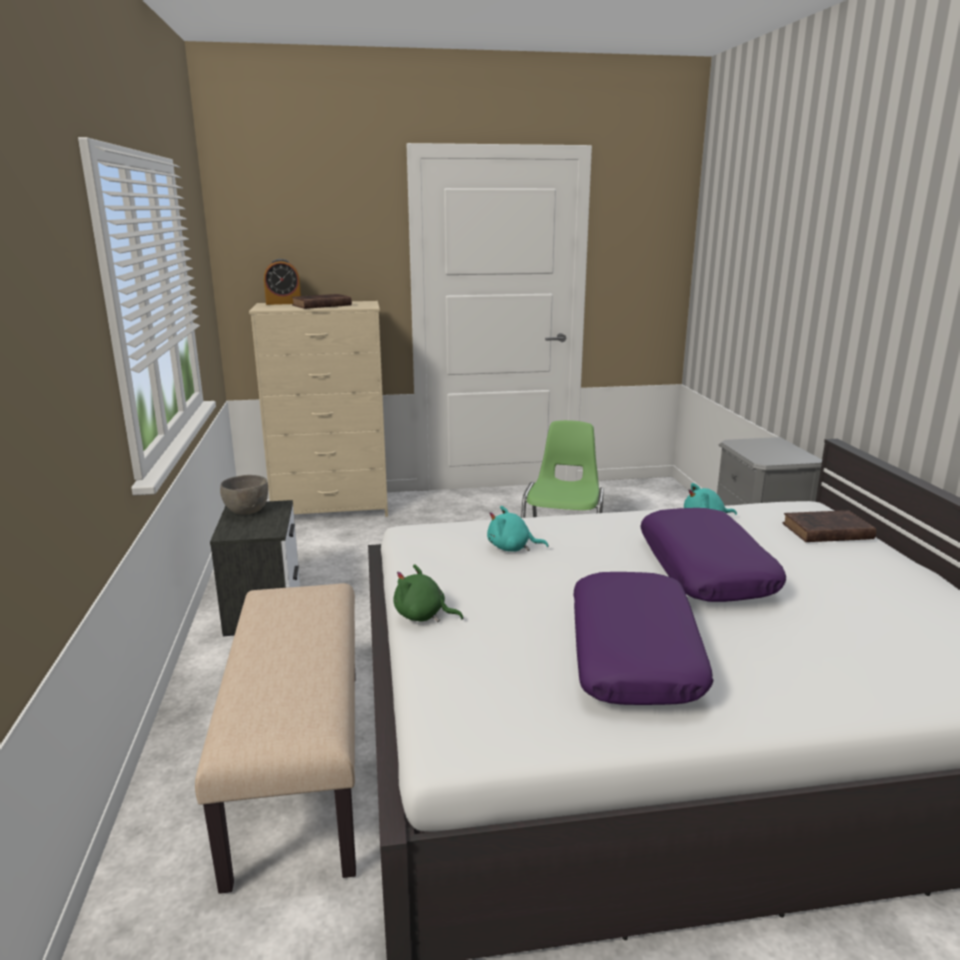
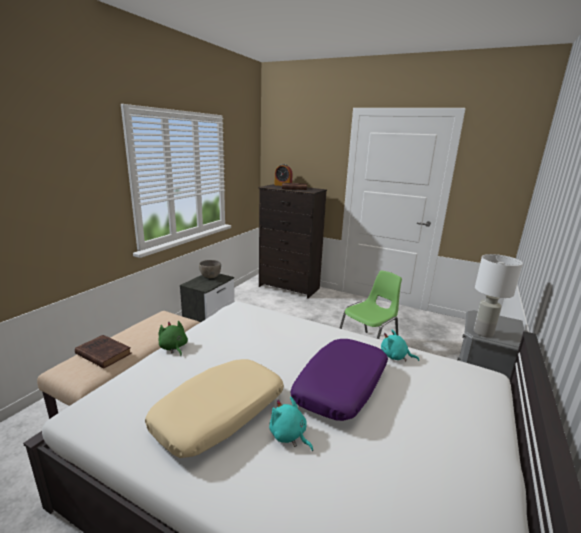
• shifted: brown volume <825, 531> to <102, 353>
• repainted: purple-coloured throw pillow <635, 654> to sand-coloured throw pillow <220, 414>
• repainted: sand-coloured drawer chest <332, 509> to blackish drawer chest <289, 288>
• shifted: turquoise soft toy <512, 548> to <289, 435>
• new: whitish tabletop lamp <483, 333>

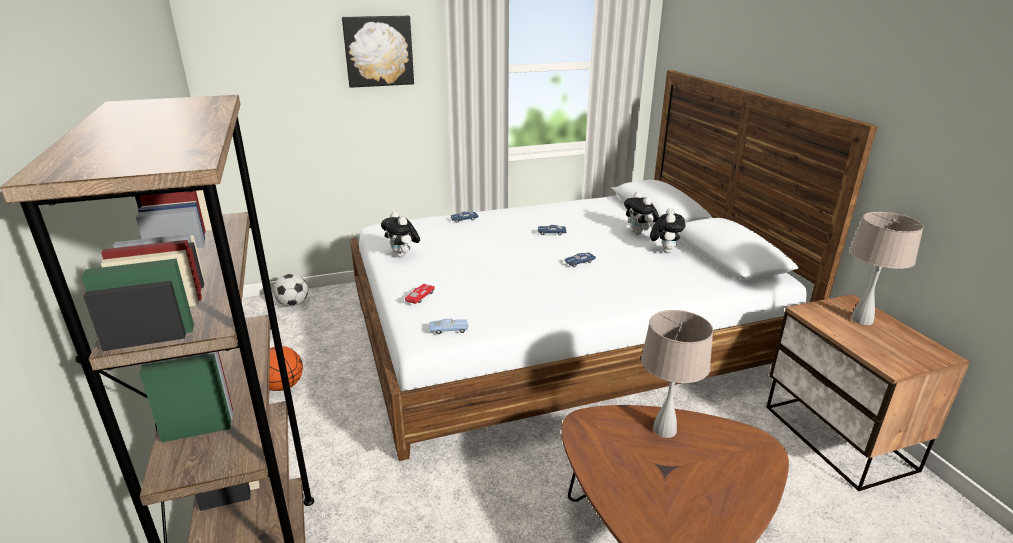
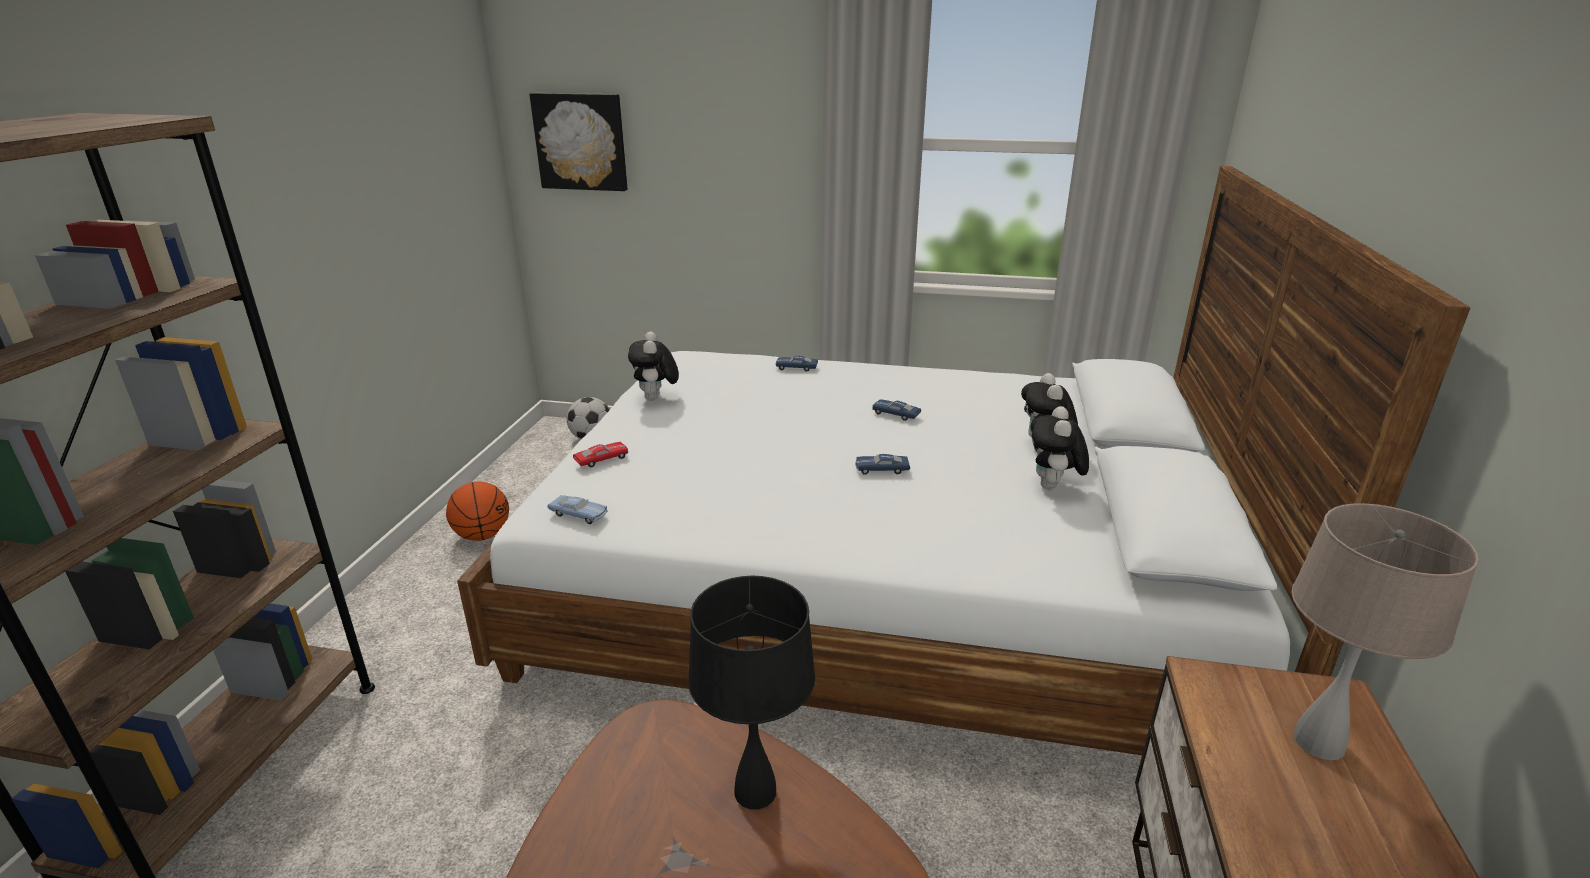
• shifted: wall picture <378, 51> to <581, 141>
• repainted: sand-coloured tabletop lamp <664, 430> to blackish tabletop lamp <754, 791>
• rotated: soft toy <664, 251> = <1053, 487> 150 degrees clockwise

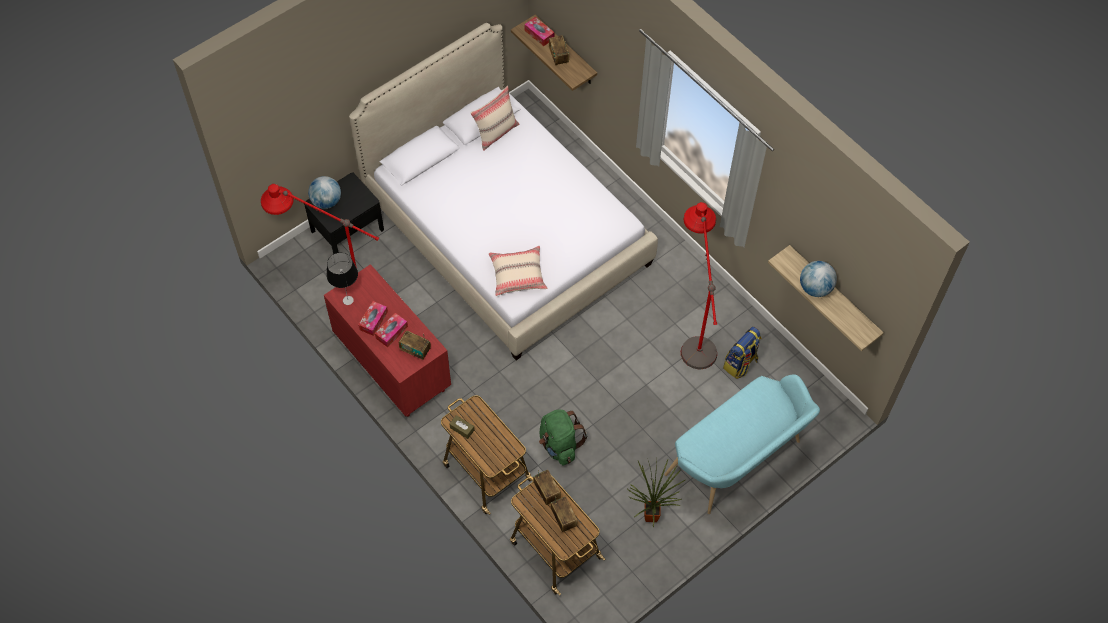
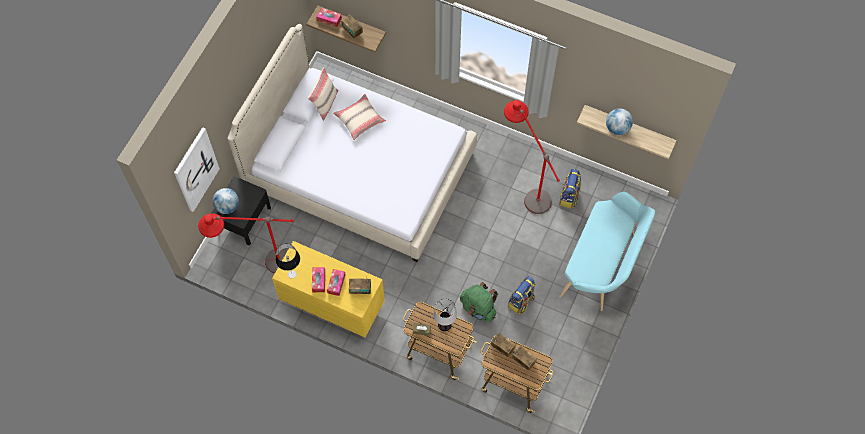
• new: wall picture <195, 169>
• repainted: red-coloured drawer chest <392, 365> to yellowish drawer chest <332, 304>
• shifted: sand-coloured throw pillow <518, 275> to <359, 119>
• new: tabletop lamp <444, 325>
• new: rucksack <521, 302>
• gone: plant in a pot <651, 514>

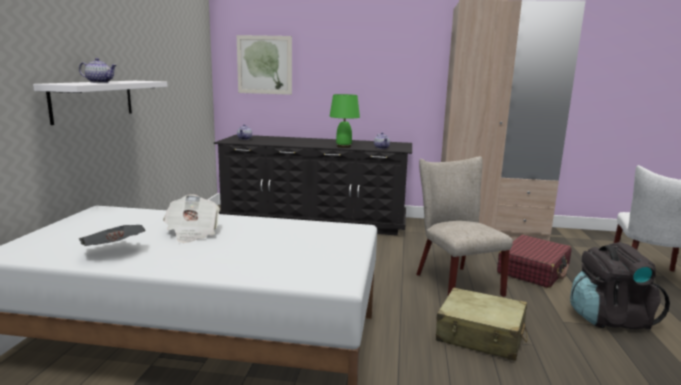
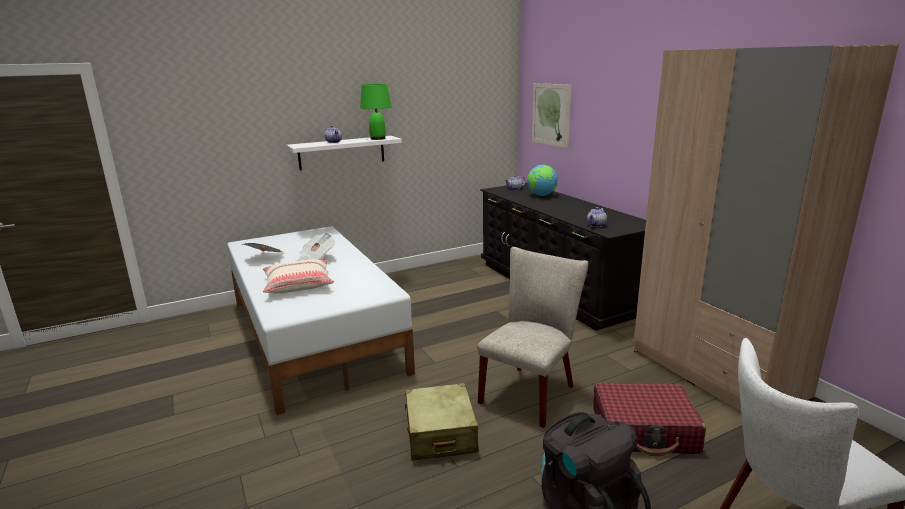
• new: sand-coloured throw pillow <298, 284>
• shifted: green-coloured tabletop lamp <344, 146> to <377, 138>
• new: globe <541, 195>

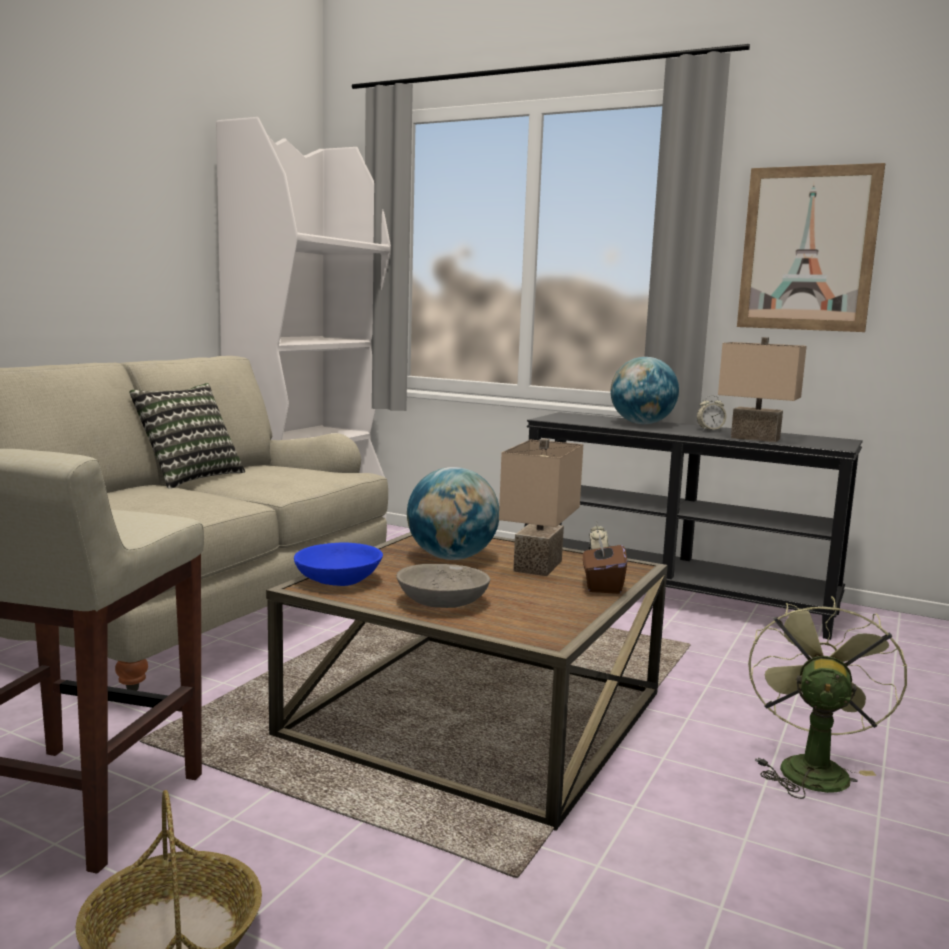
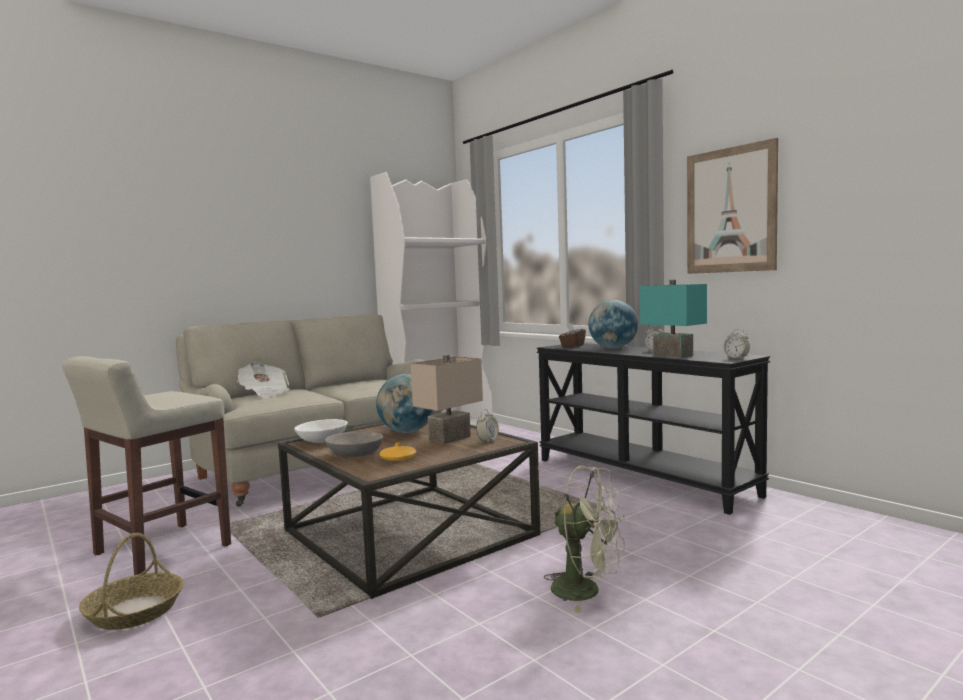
• new: daily paper <264, 393>
• repainted: bluish serving bowl <338, 579> to whitish serving bowl <322, 440>
• new: orange decorative vase <398, 458>
• rotated: green-coloured fan <810, 767> = <586, 591> 75 degrees clockwise
• shifted: brown tissue box <602, 585> to <572, 346>
• repainted: sand-coloured tabletop lamp <756, 438> to turquoise tabletop lamp <674, 355>
• new: alarm clock <736, 358>
• gone: throw pillow <189, 478>

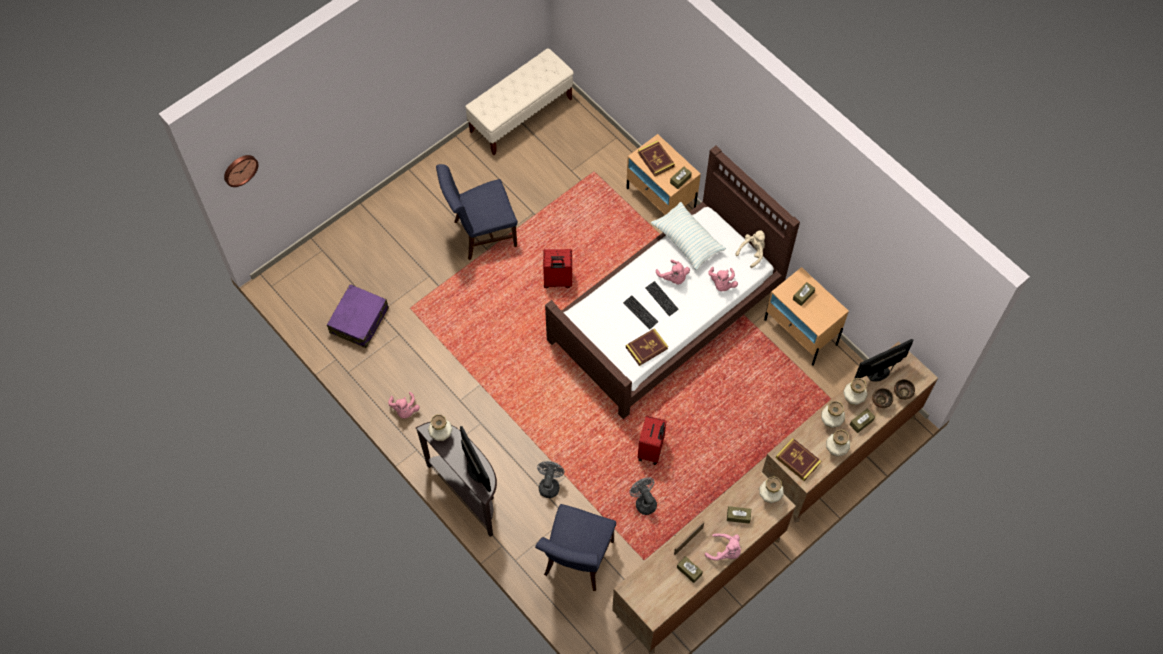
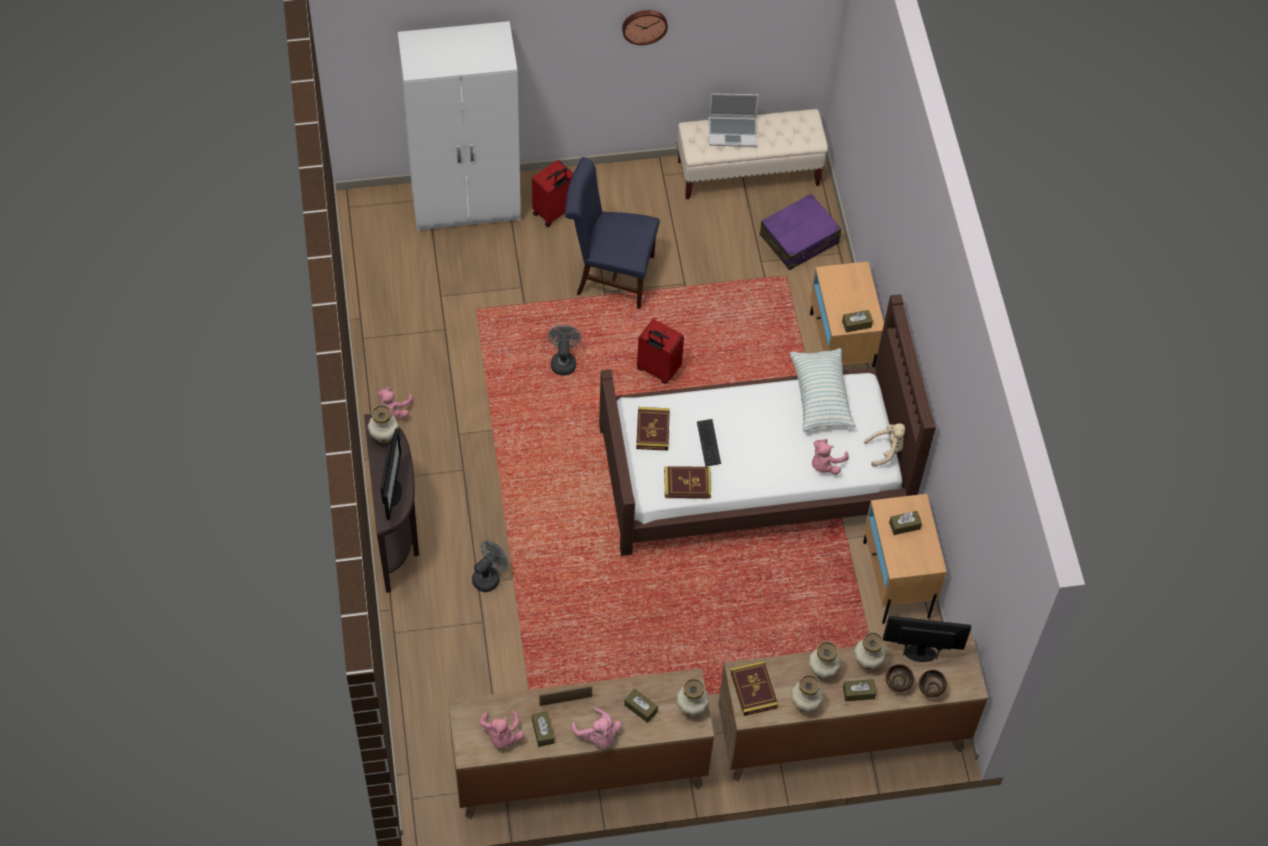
• new: whitish wardrobe <467, 205>
• shifted: pink-coloured soft toy <673, 278> to <502, 735>
• shifted: red-coloured piece of luggage <651, 450> to <554, 212>
• shifted: gray fan <644, 502> to <563, 361>
• shifted: hanging clock <240, 169> to <644, 25>
• shifted: volume <656, 160> to <652, 430>
• new: laptop <733, 132>
• shifted: purple-coloured piece of luggage <359, 320> to <799, 239>
• gone: bluish plain chair <577, 562>
• gone: PC keyboard <661, 299>

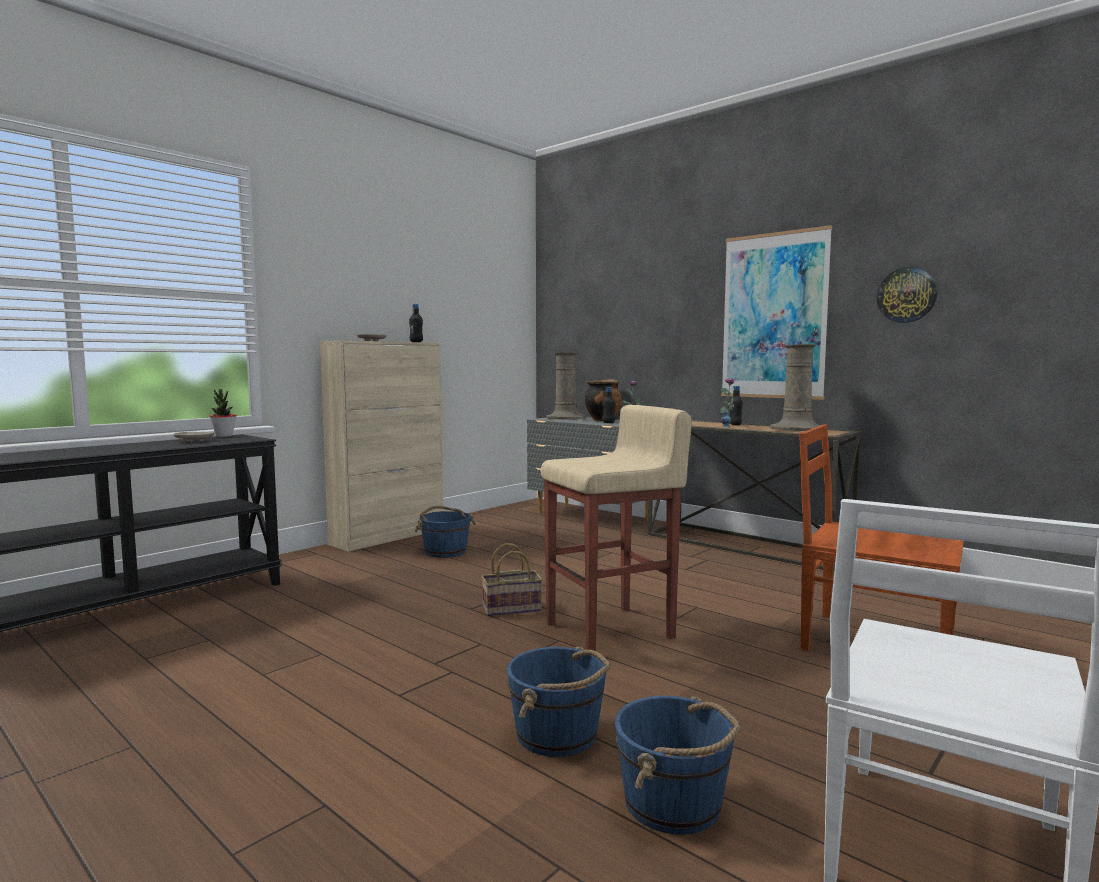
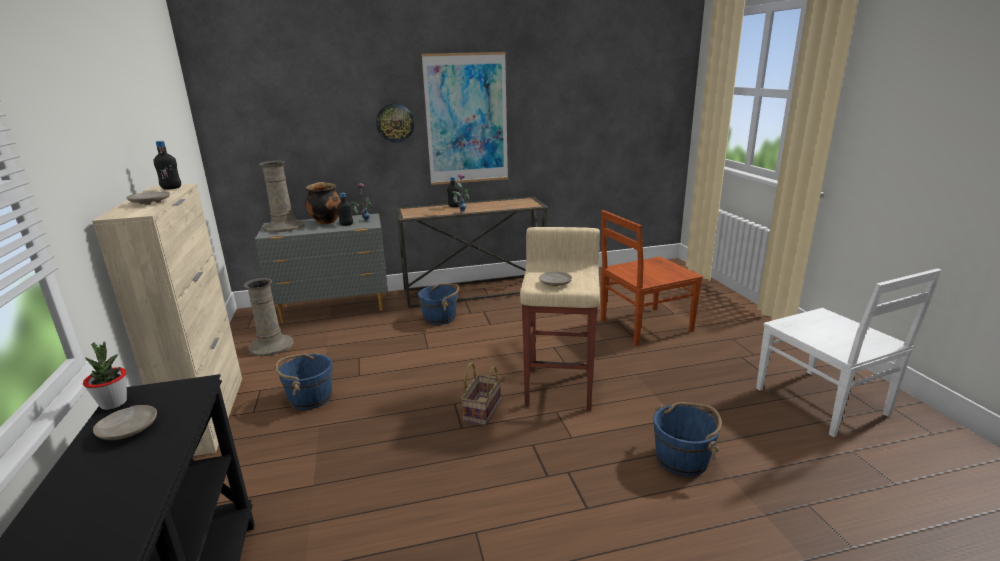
• shifted: sand-coloured decorative vase <797, 429> to <271, 346>
• shifted: hanging clock <906, 295> to <395, 123>
• shifted: bluish water bucket <674, 804> to <440, 317>
• new: sand-coloured flat dish <555, 283>

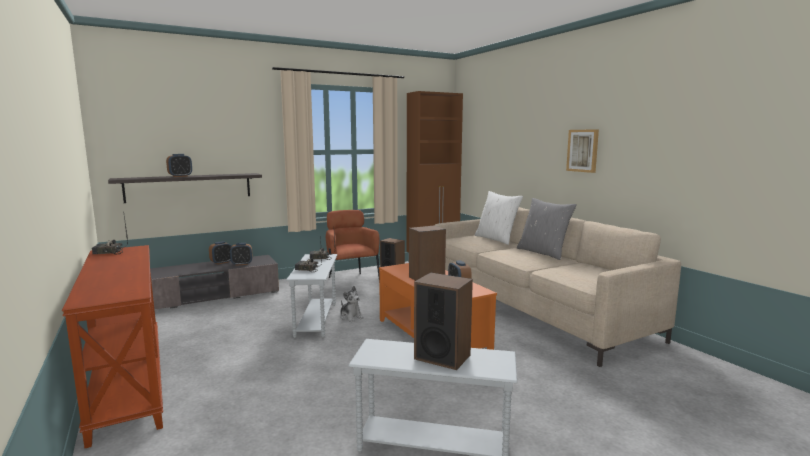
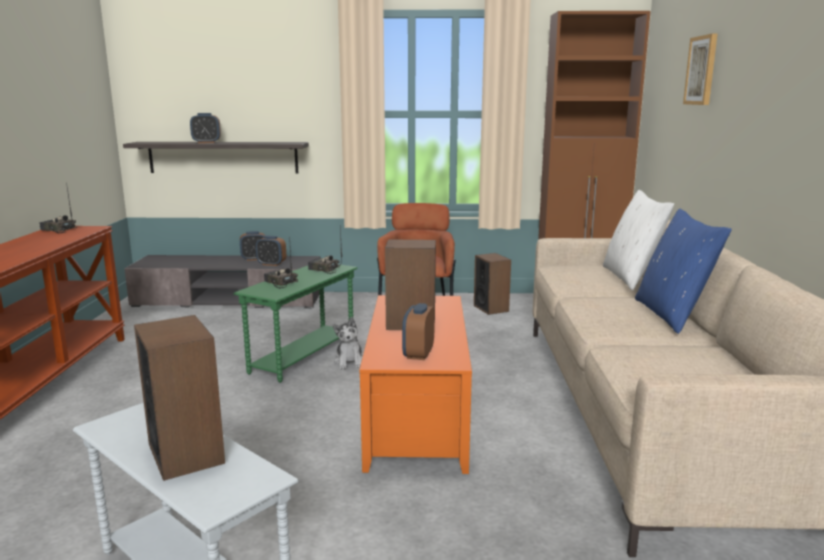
• repainted: whitish end table <315, 320> to green-coloured end table <302, 356>
• repainted: gray throw pillow <543, 252> to bluish throw pillow <672, 315>
• shifted: wall picture <583, 150> to <701, 70>

